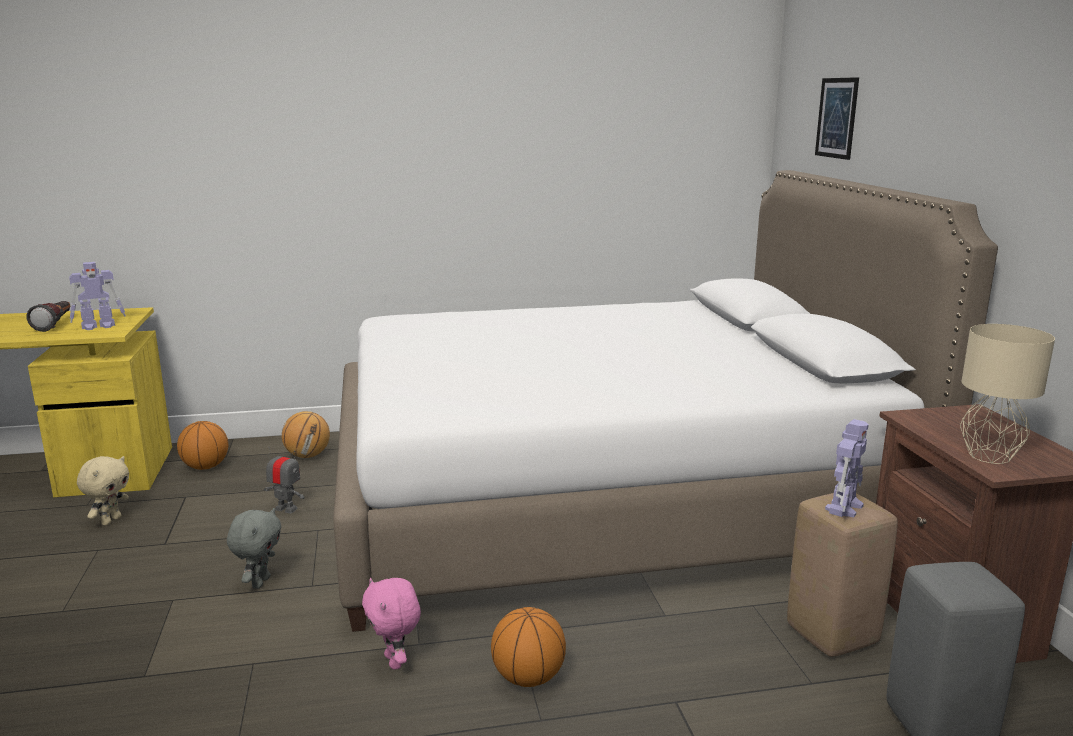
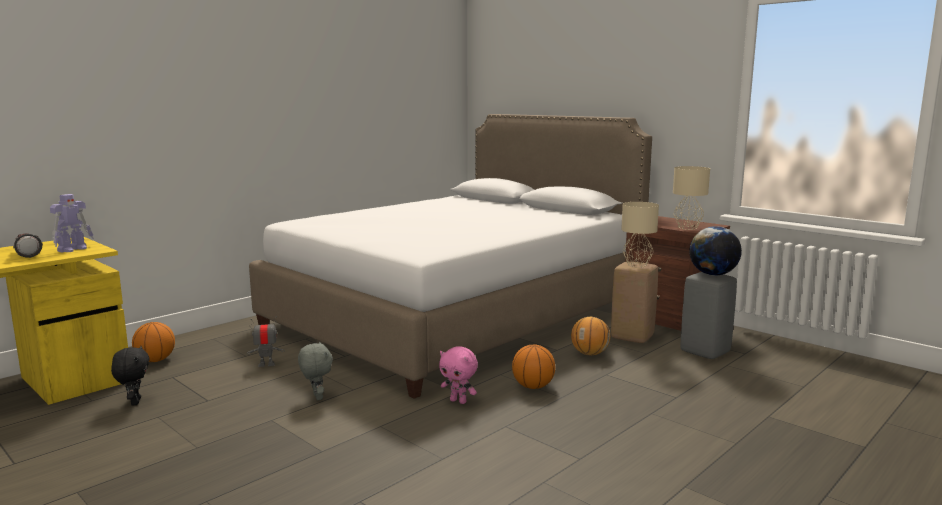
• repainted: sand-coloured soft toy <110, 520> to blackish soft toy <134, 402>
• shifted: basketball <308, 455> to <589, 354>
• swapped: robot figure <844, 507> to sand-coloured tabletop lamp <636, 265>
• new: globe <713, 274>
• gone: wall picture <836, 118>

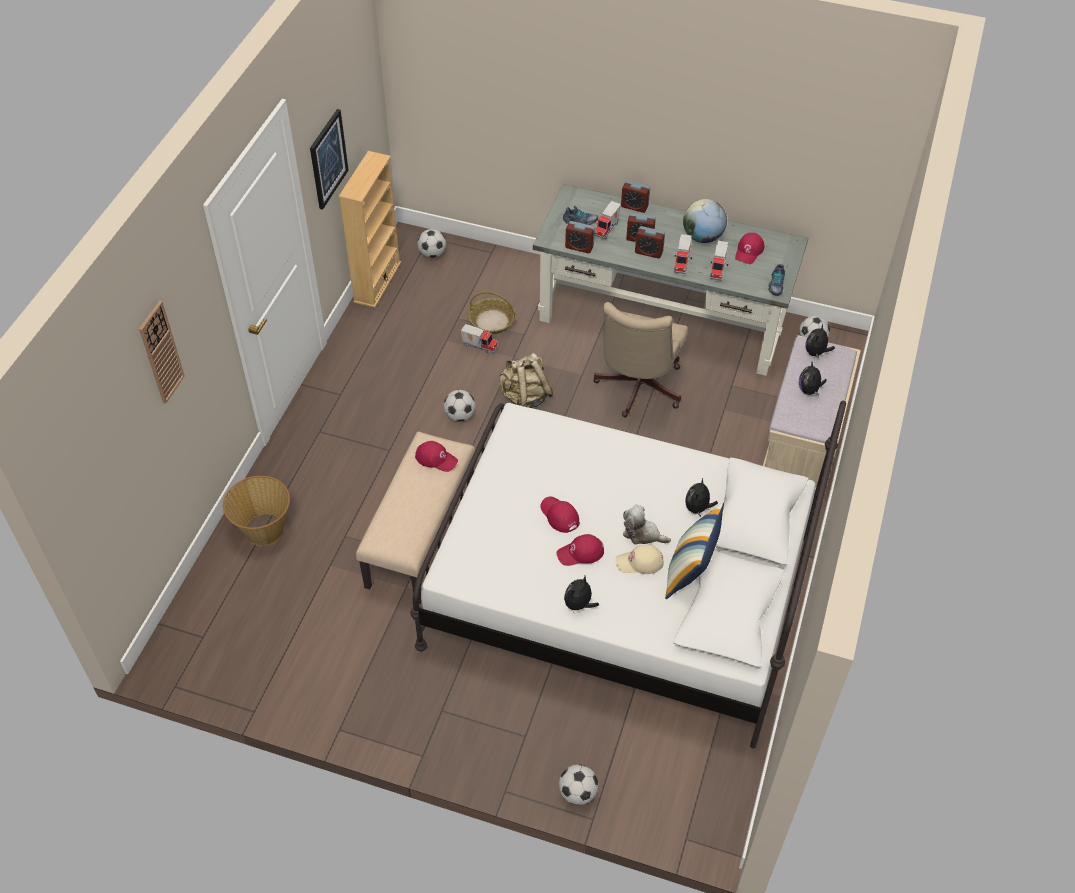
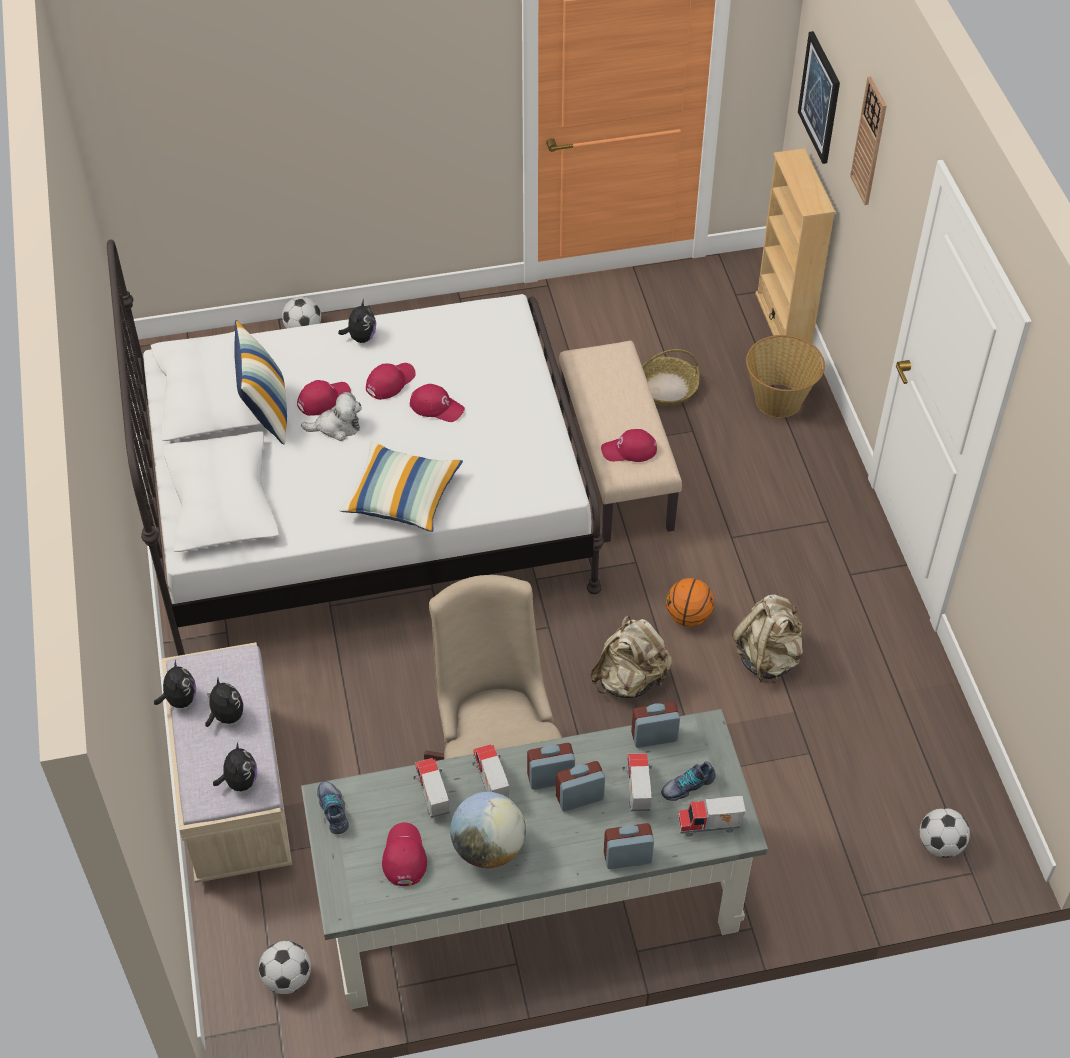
• shifted: soft toy <698, 508> to <179, 699>
• repainted: sand-coloured peaked cap <639, 562> to red-coloured peaked cap <323, 399>
• new: throw pillow <402, 497>
• shifted: storage basket <492, 321> to <667, 388>
• swapped: football ball <460, 416> to basketball <688, 617>
• shifted: toy truck <480, 346> to <709, 826>
• new: sand-coloured rucksack <768, 658>
• shifted: sand-coloured bookshelf <377, 282> to <783, 322>
• shifted: wall picture <328, 159> to <820, 97>

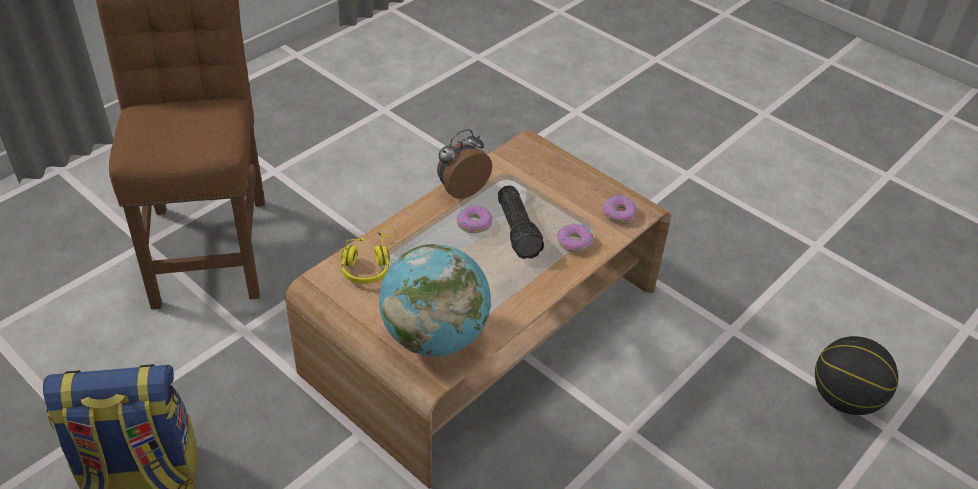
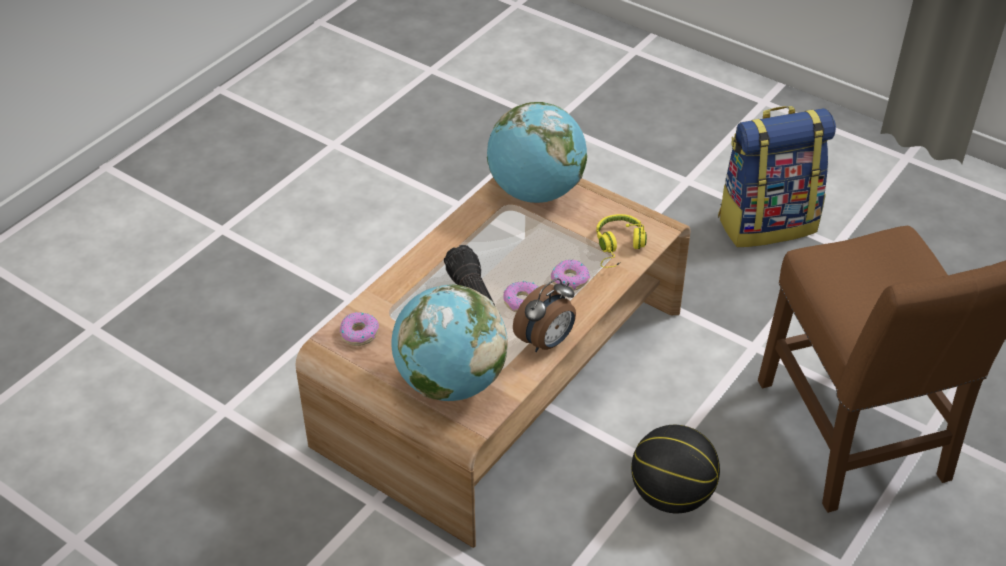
• new: globe <450, 382>
• shifted: doughnut <574, 242> to <569, 279>
• shifted: basketball <844, 399> to <671, 494>

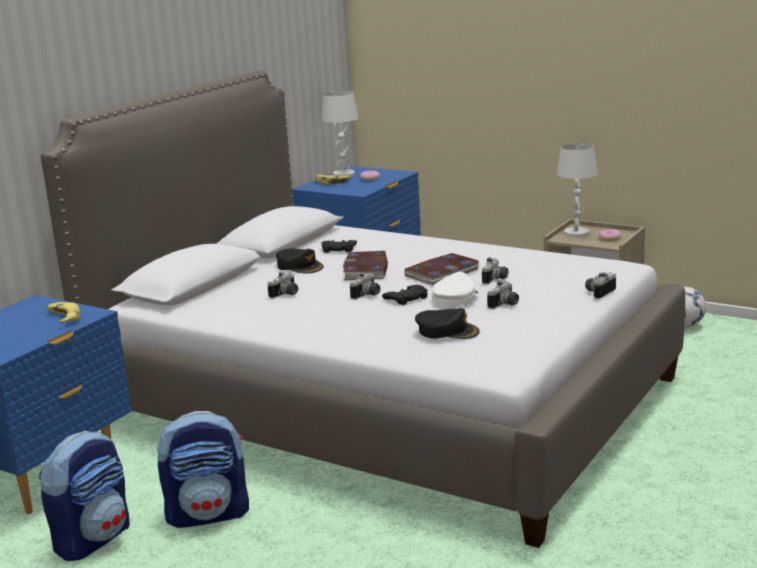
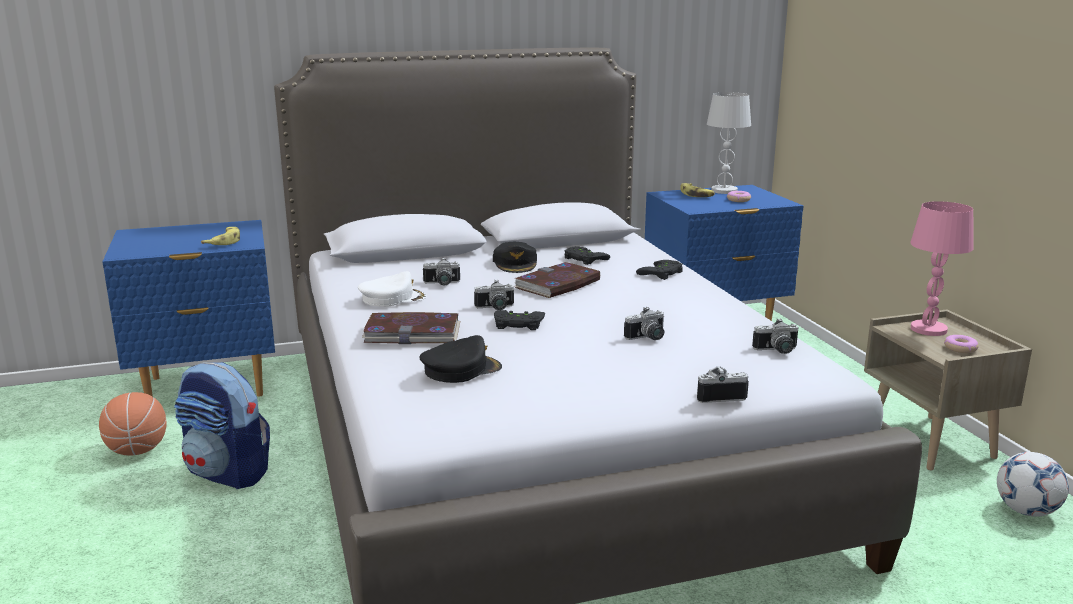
• swapped: rucksack <93, 539> to basketball <137, 450>
• shifted: whitish peaked cap <455, 298> to <392, 298>
• shifted: volume <442, 272> to <412, 333>
• rotated: blackish peaked cap <447, 331> = <461, 369> 90 degrees counterclockwise
• new: blackish gamepad <663, 273>
• shifted: photo camera <505, 305> to <777, 351>
• repainted: whitish tabletop lamp <576, 233> to pink-coloured tabletop lamp <928, 329>

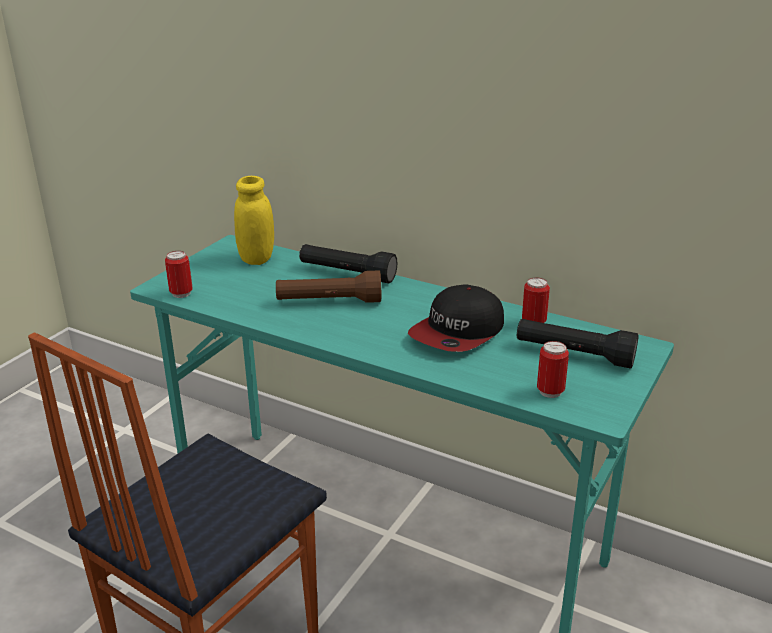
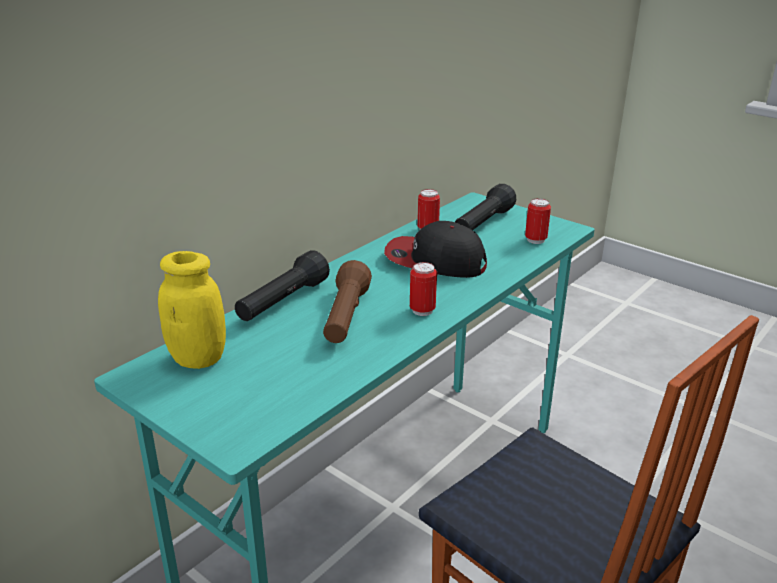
• rotated: peaked cap <458, 332> = <434, 261> 150 degrees clockwise
• shifted: metal can <181, 293> to <422, 310>

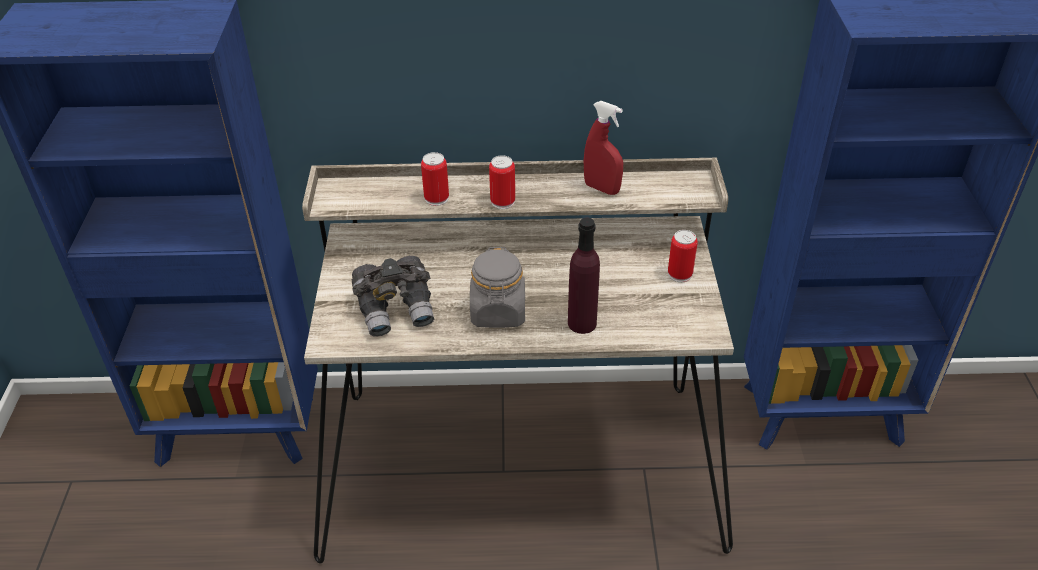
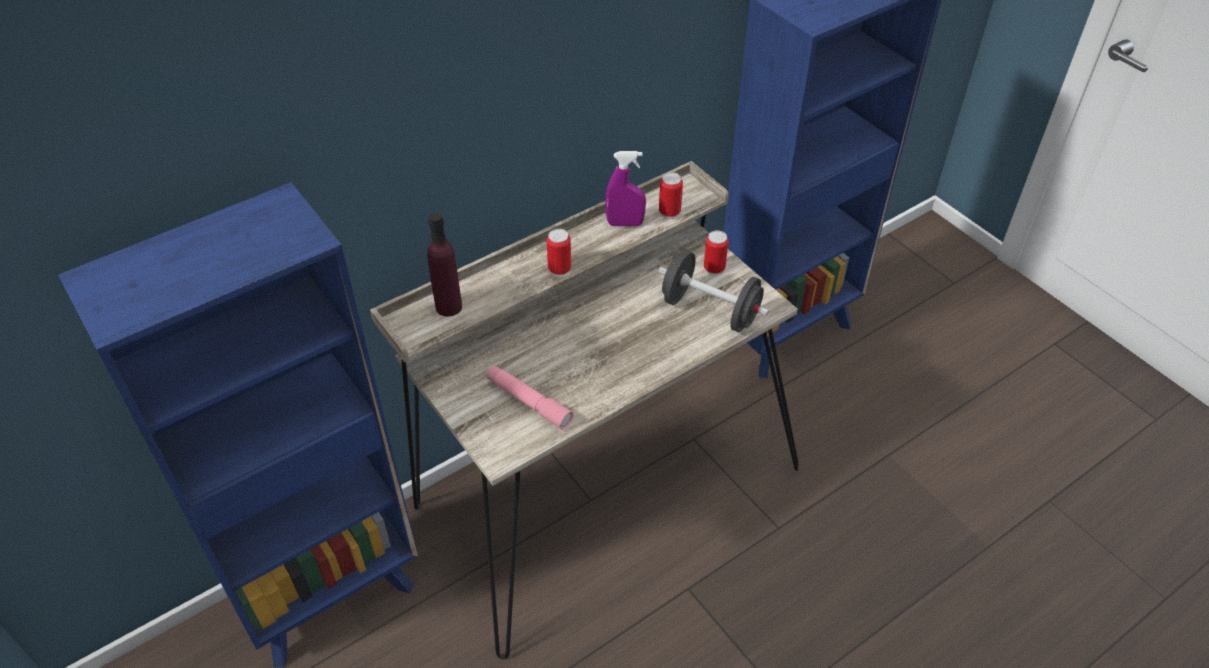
• shifted: purple-coloured drink bottle <582, 323> to <448, 307>
• swapped: gray field glasses <396, 309> to pink-coloured hand torch <528, 402>
• repainted: red-coloured hand sprayer <601, 188> to purple-coloured hand sprayer <625, 223>
• shifted: metal can <436, 198> to <669, 212>
• new: blackish dumbbell <710, 310>
• gone: gray jar <498, 312>

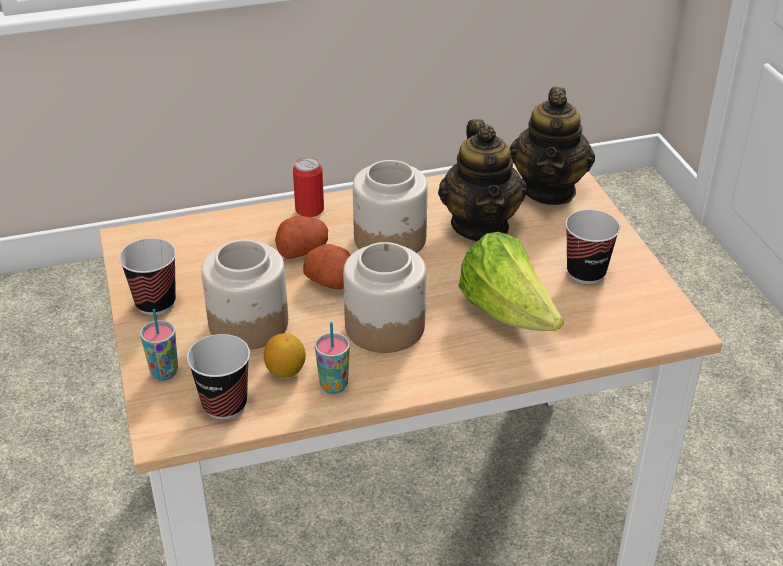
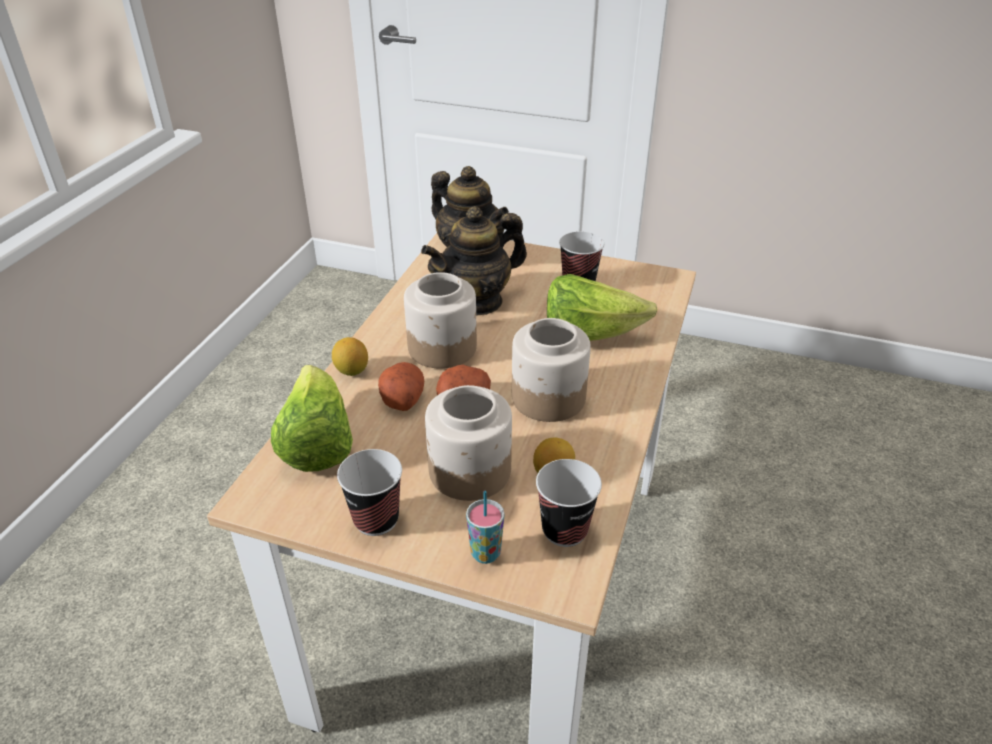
• new: head of lettuce <317, 444>
• swapped: metal can <309, 210> to citrus fruit <352, 371>
• rotated: pot for tea <481, 226> = <477, 301> 120 degrees clockwise
• gone: small cup <334, 386>

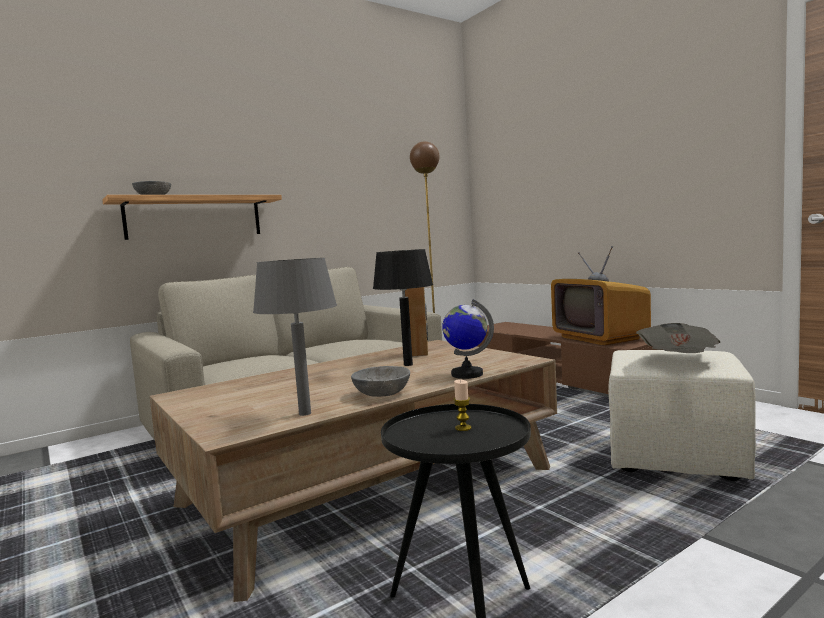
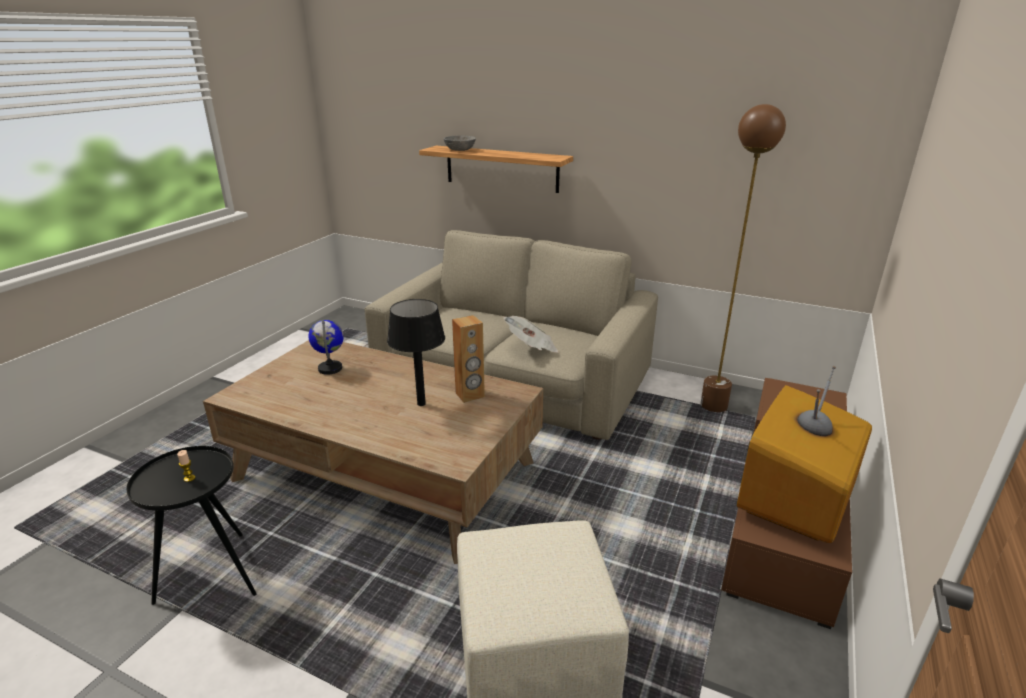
• shifted: globe <466, 374> to <330, 368>
• shifted: daily paper <679, 360> to <531, 347>
• gone: gray tabletop lamp <304, 413>
• gone: gray serving bowl <381, 393>

